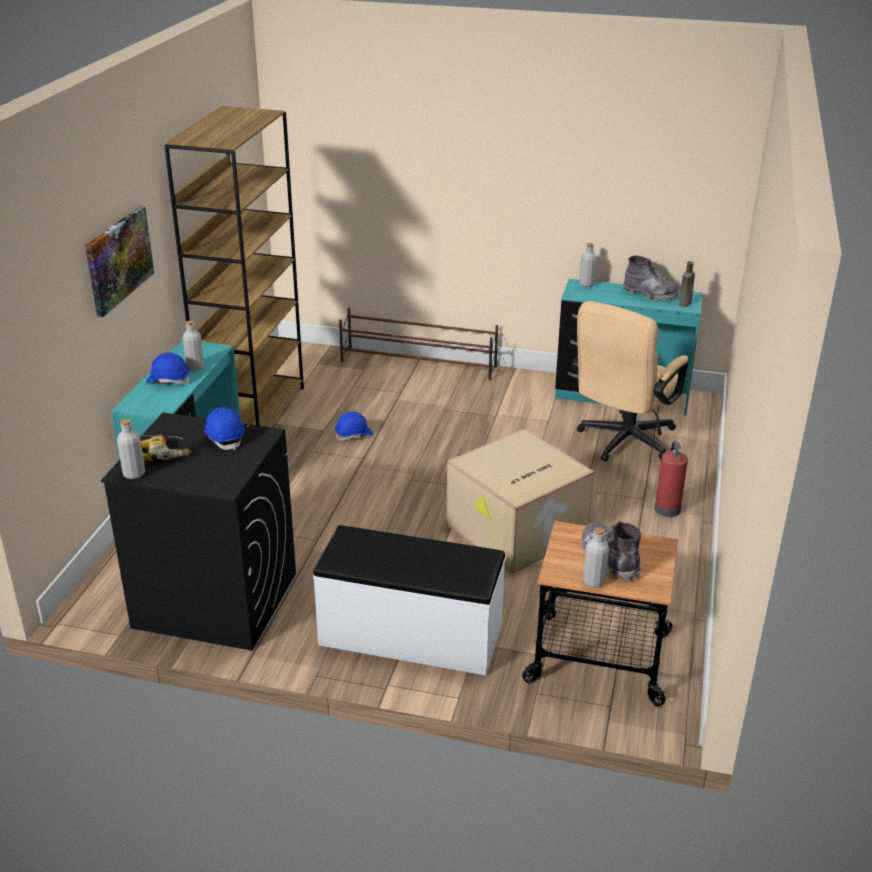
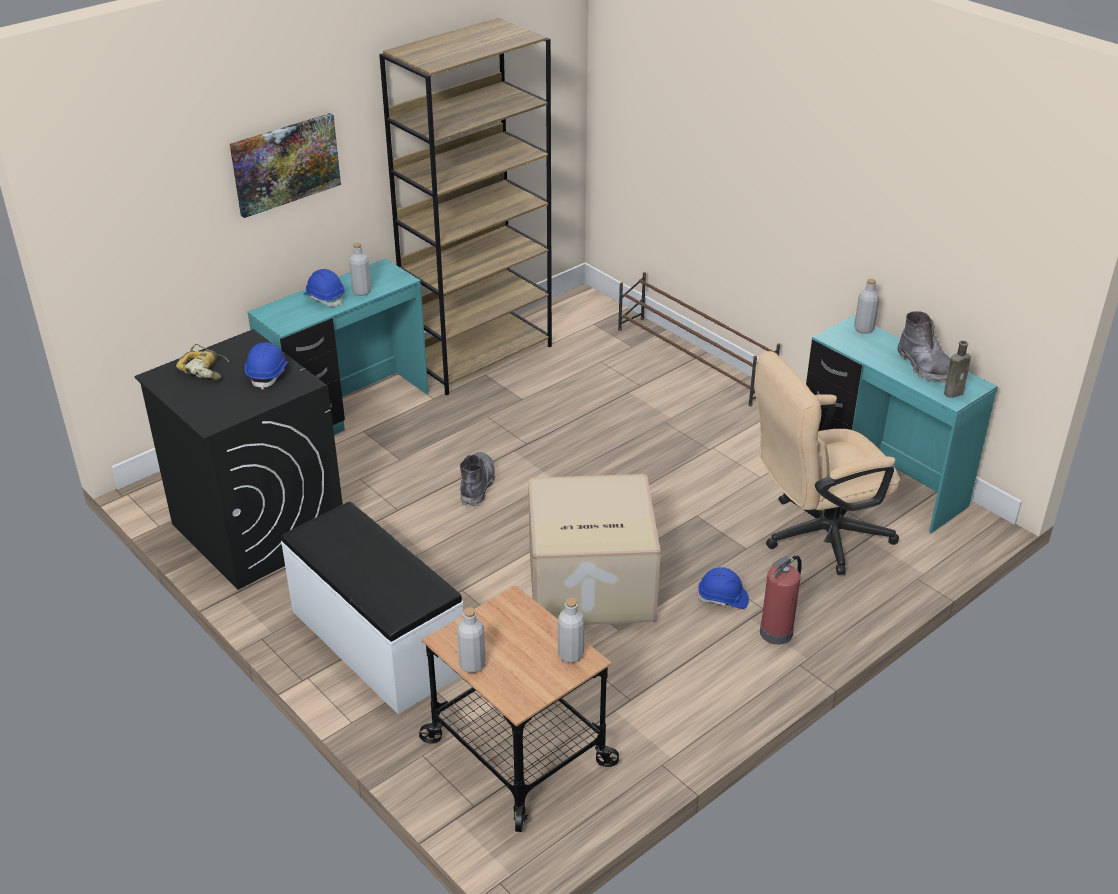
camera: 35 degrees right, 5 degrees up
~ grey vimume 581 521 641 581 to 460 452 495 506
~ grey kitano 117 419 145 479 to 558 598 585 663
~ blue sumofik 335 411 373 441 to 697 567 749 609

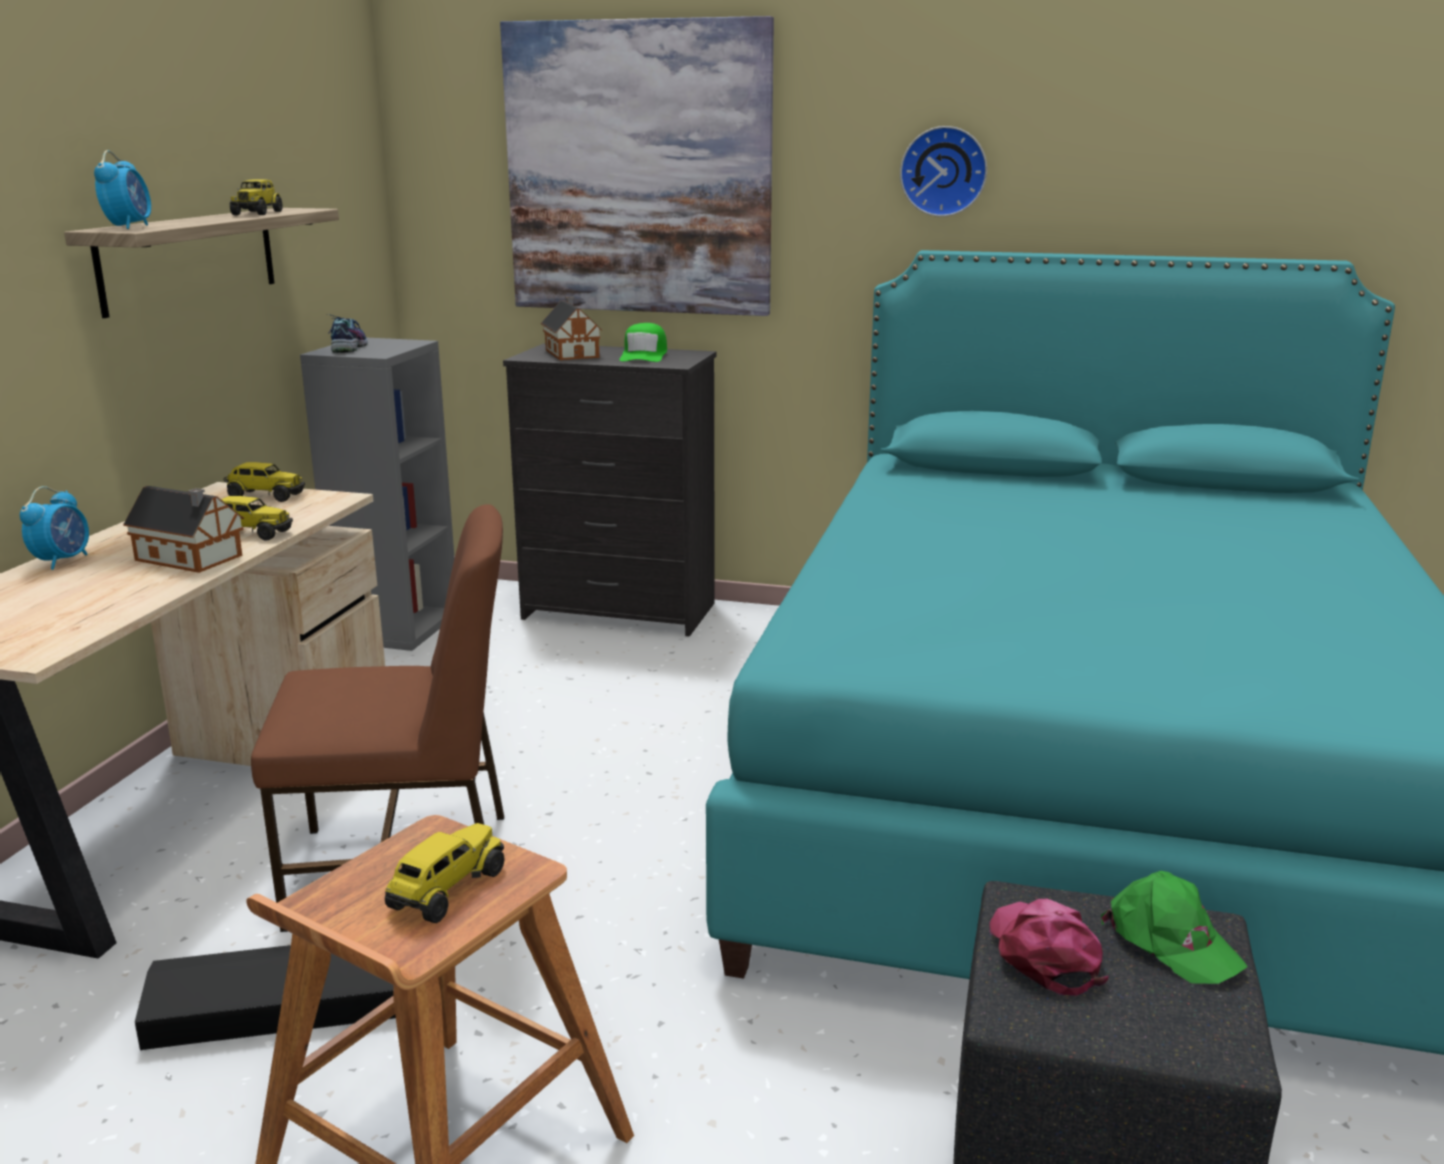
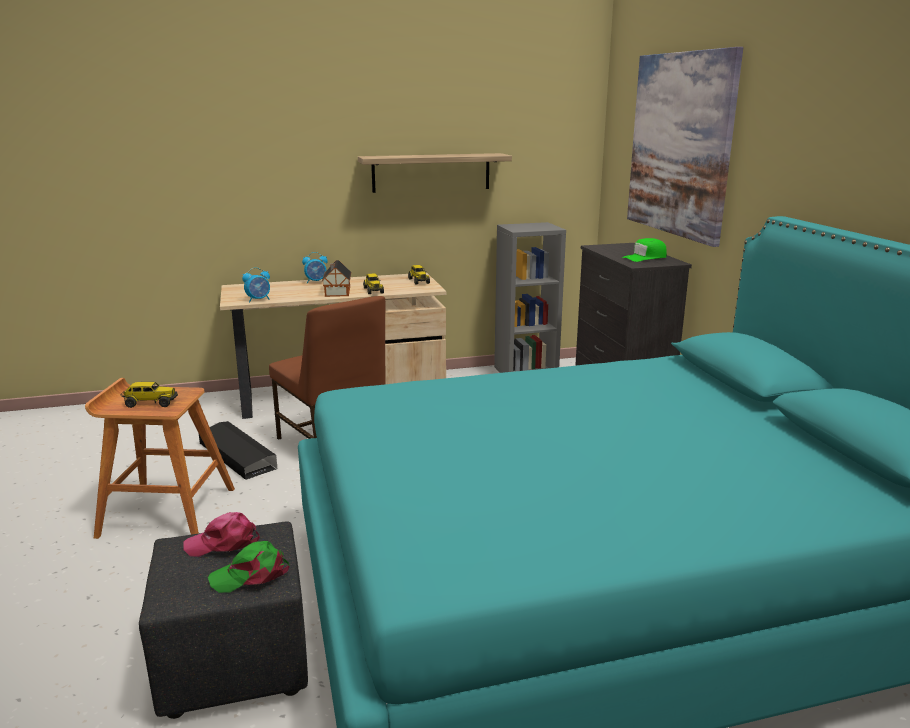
camera: 60 degrees right, 0 degrees up
~ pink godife 989 899 1109 996 = 183 512 260 557 150 degrees counterclockwise
~ green godife 1101 871 1248 984 = 208 541 290 593 45 degrees clockwise
~ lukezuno 94 150 151 229 to 242 267 270 302
- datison 230 179 283 215
- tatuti 328 314 368 353
- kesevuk 541 296 602 360
- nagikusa 900 126 987 217

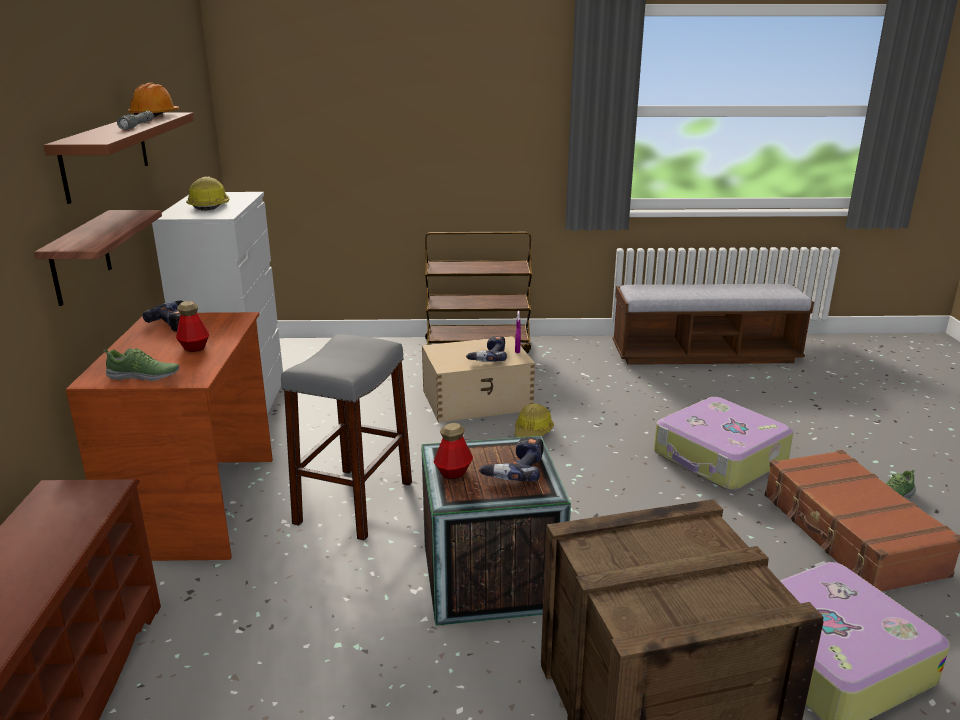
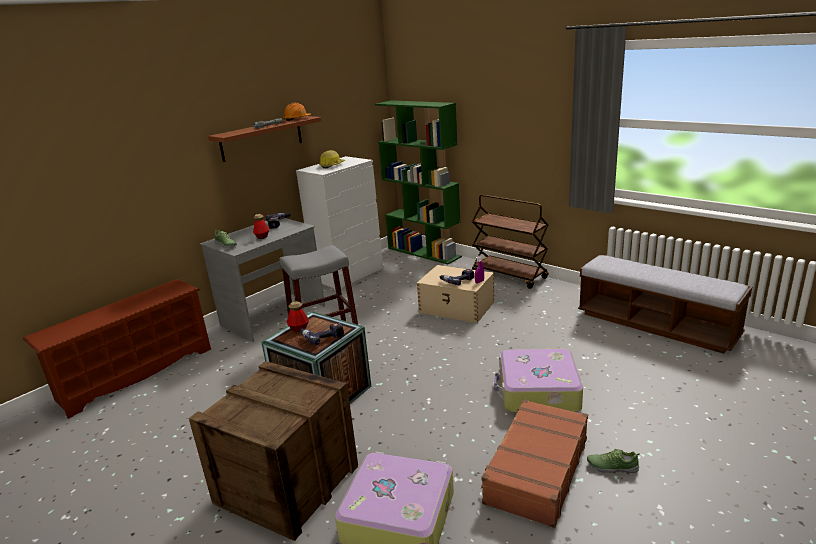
camera: 45 degrees right, 0 degrees up
~ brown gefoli 66 312 273 561 to grey gefoli 200 218 325 342
+ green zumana 375 100 462 264
- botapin 34 210 162 306
- sumofik 515 403 554 437

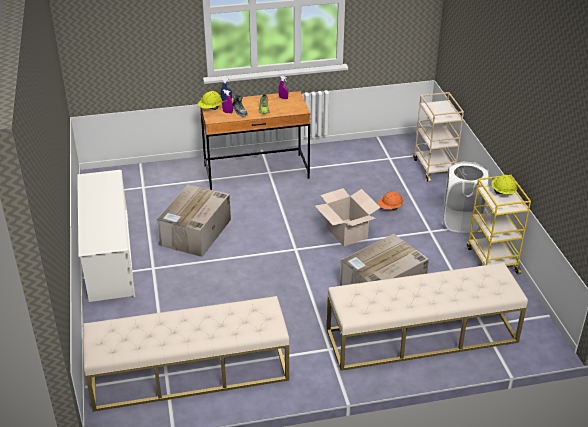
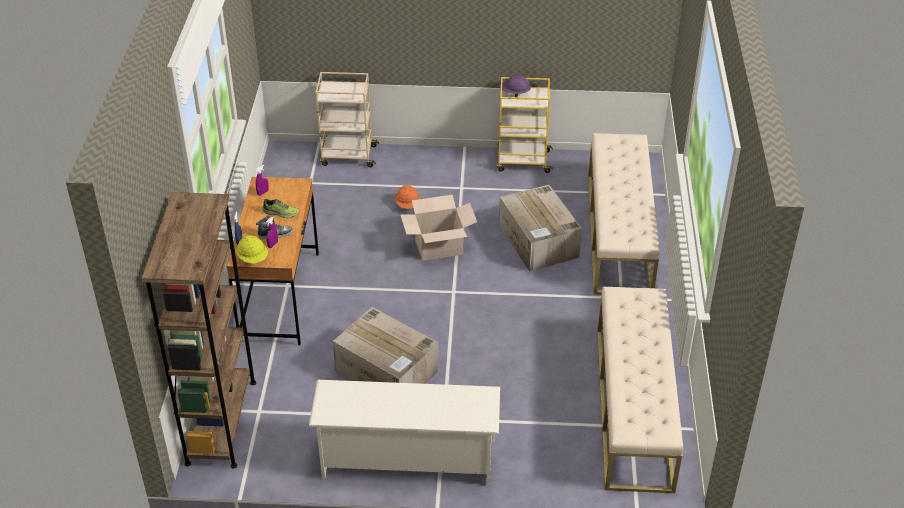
camera: 75 degrees left, 5 degrees up
+ brown zumana 141 192 256 468
~ yellow sumofik 492 175 517 194 to purple sumofik 500 75 531 97
- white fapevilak 443 161 489 233

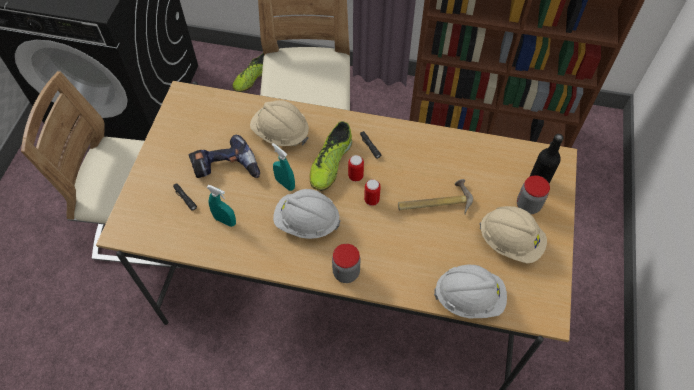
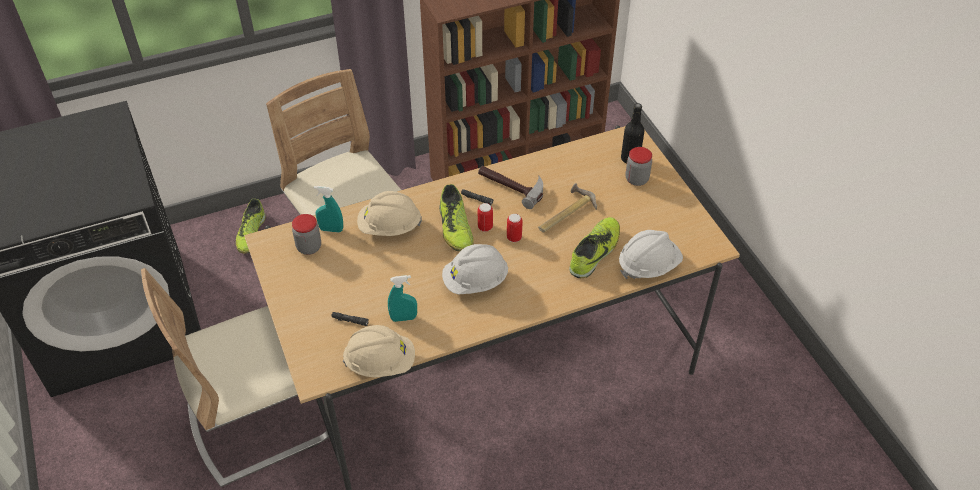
camera: 35 degrees left, 10 degrees down
~ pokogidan 332 244 360 283 to 292 214 321 255
~ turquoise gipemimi 272 143 295 191 to 314 186 343 232
~ beige sumofik 479 206 547 263 to 343 325 415 377
+ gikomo 478 166 543 209
+ tatuti 569 217 620 278
- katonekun 189 135 260 178

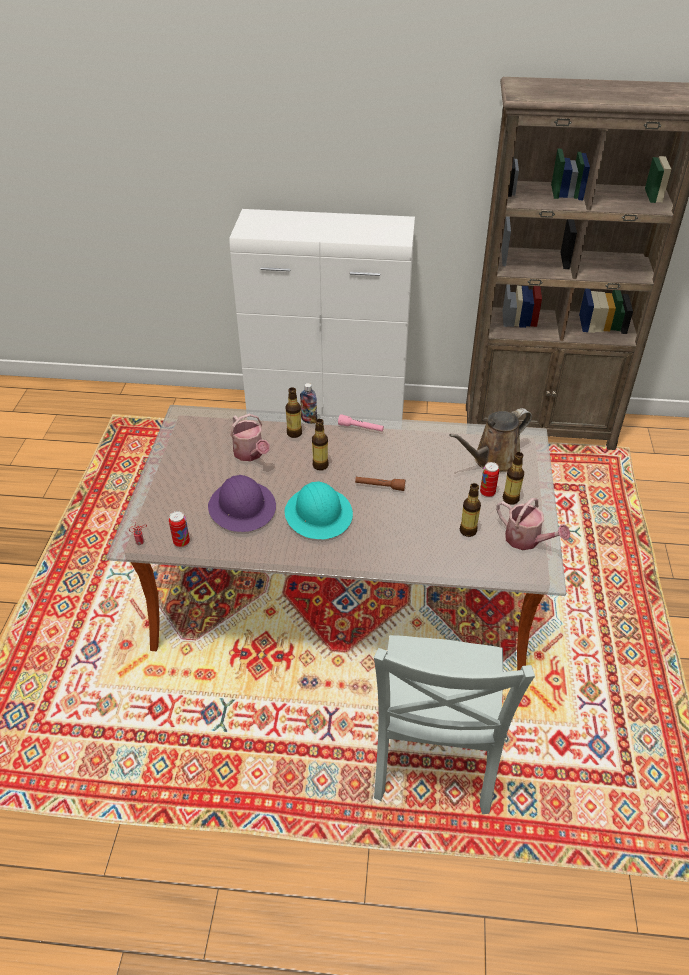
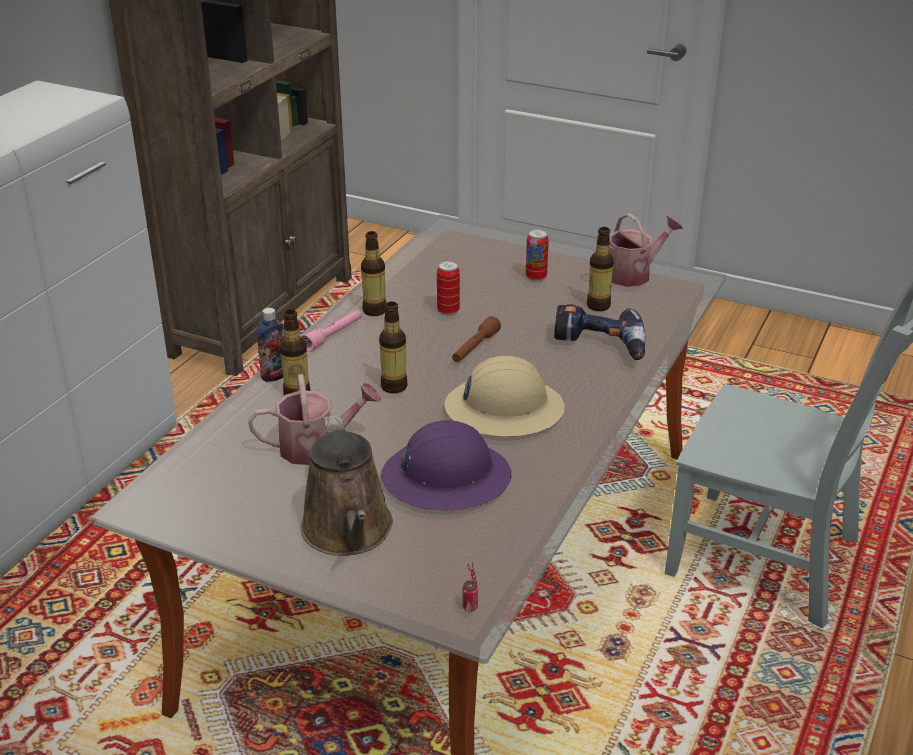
camera: 70 degrees left, 10 degrees down
~ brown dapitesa 449 408 532 473 to 300 415 393 556
~ kitano 503 452 524 505 to 361 231 386 316
~ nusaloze 169 511 190 547 to 437 261 460 315
~ turquoise sumofik 285 481 353 539 to beige sumofik 444 356 565 437
+ katonekun 554 304 646 360

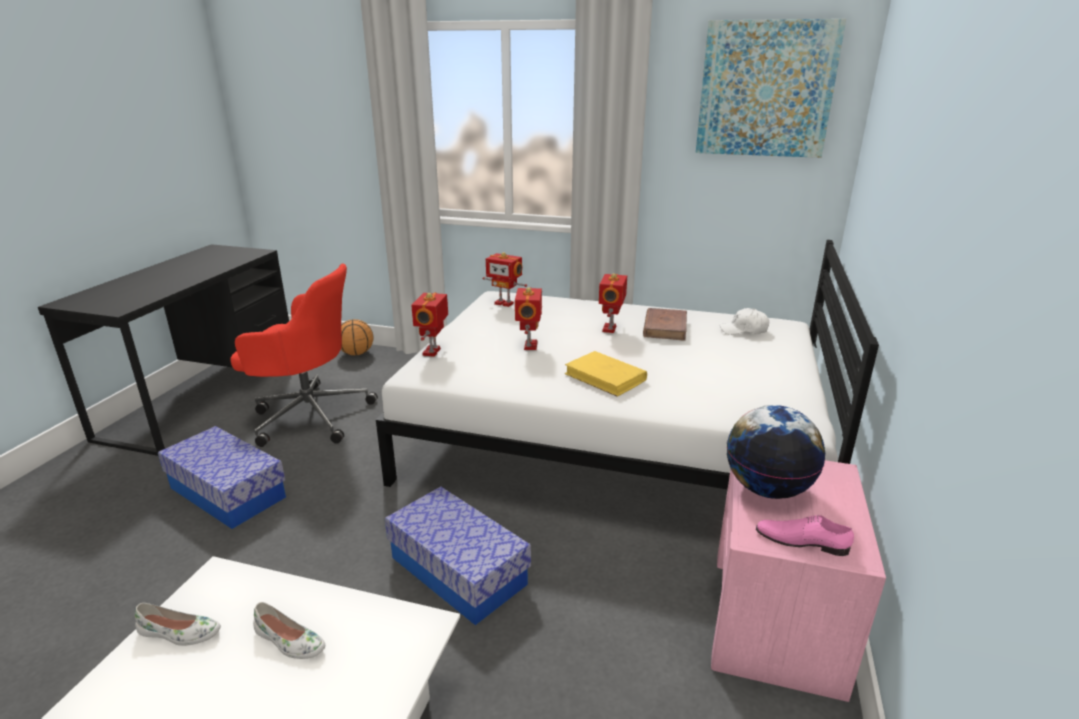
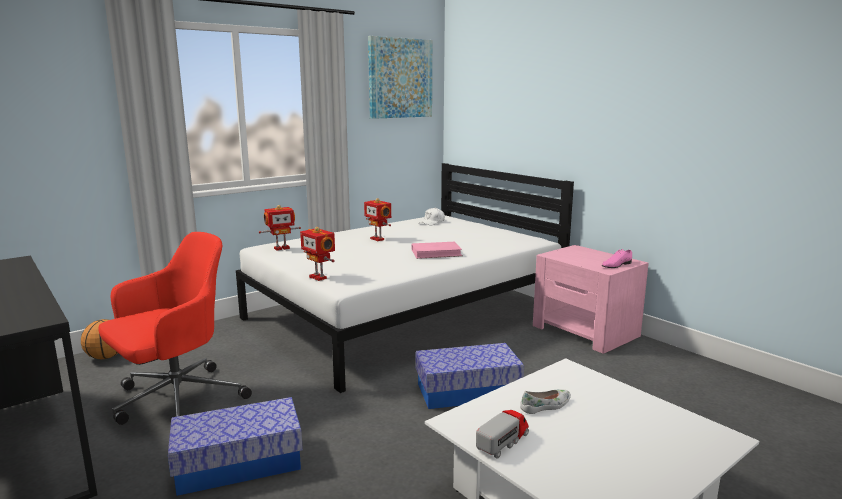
camera: 55 degrees left, 10 degrees down
~ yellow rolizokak 565 351 647 397 to pink rolizokak 411 242 463 259
~ white tatuti 135 603 221 646 to datison 476 410 529 459
- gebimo 515 287 542 350
- brown rolizokak 643 308 687 341
- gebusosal 727 405 825 499

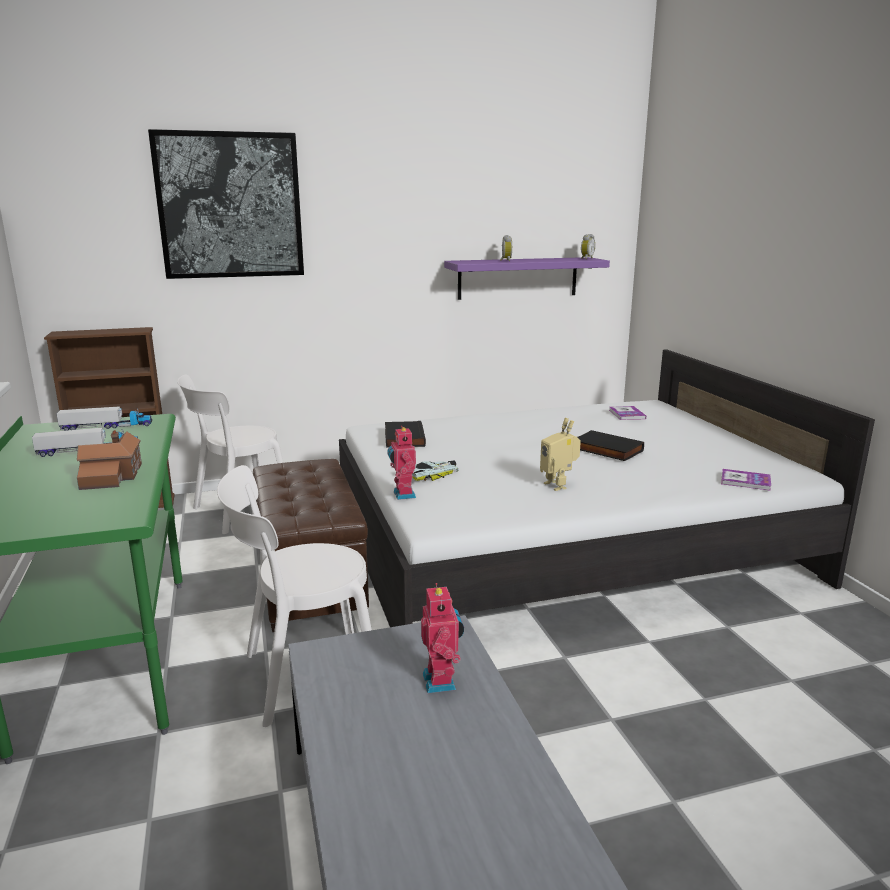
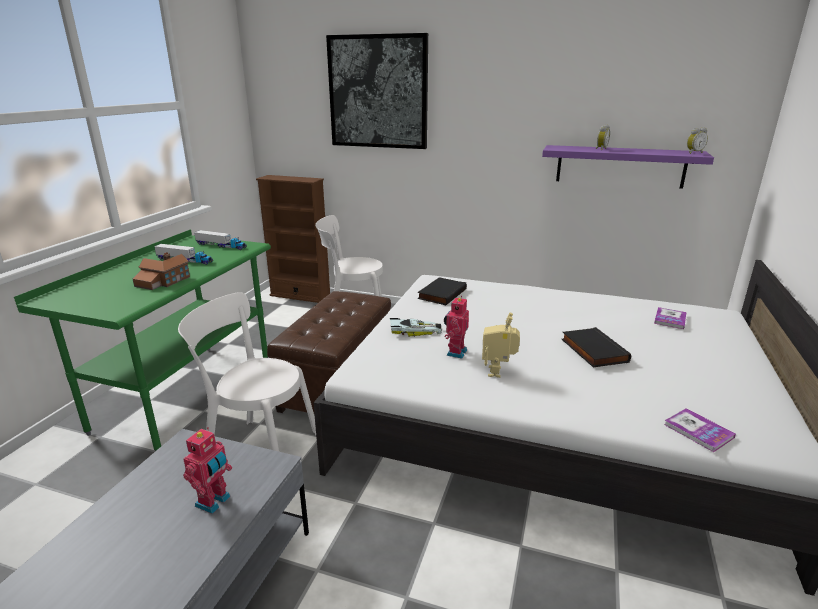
camera: 35 degrees right, 5 degrees up
~ gebimo 387 426 416 500 to 444 296 469 358

